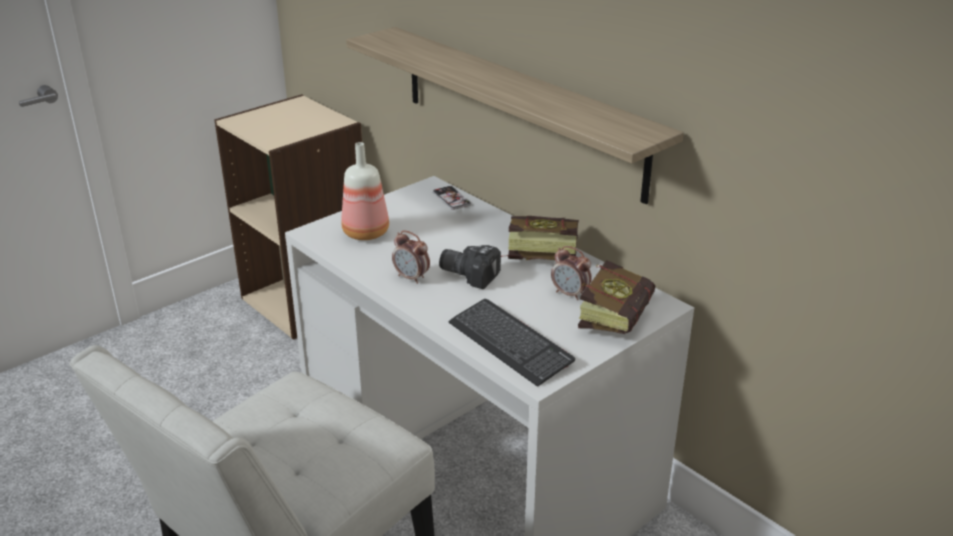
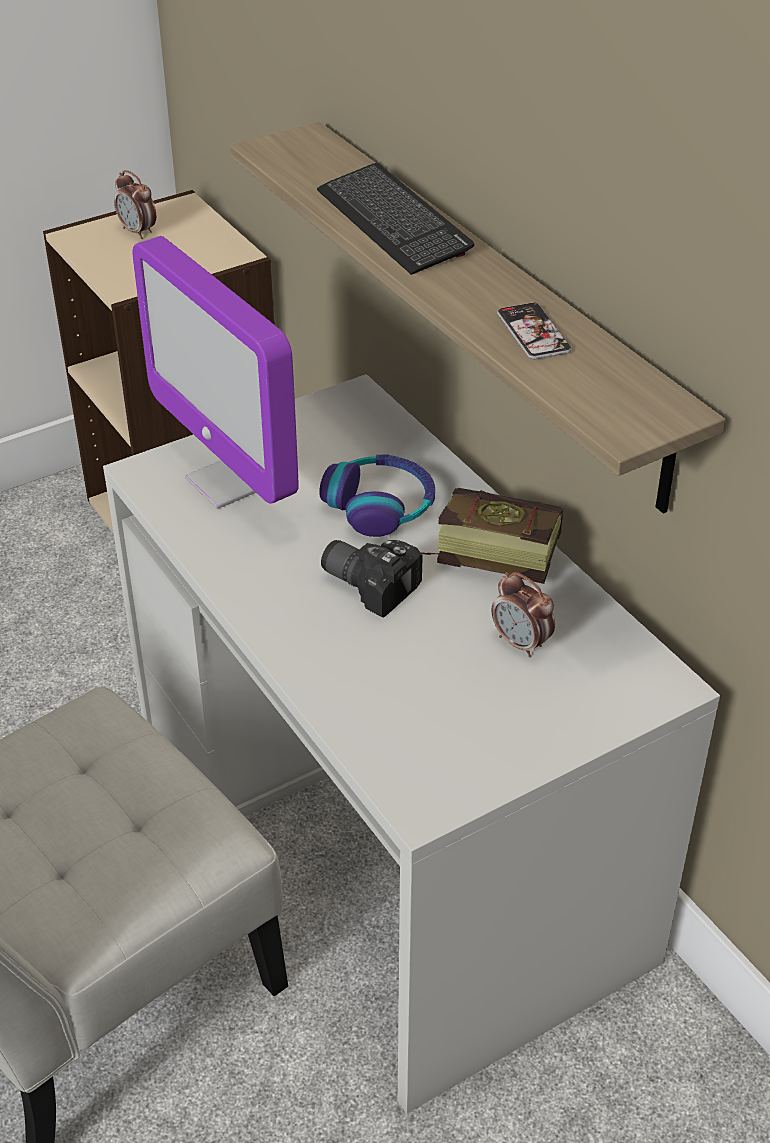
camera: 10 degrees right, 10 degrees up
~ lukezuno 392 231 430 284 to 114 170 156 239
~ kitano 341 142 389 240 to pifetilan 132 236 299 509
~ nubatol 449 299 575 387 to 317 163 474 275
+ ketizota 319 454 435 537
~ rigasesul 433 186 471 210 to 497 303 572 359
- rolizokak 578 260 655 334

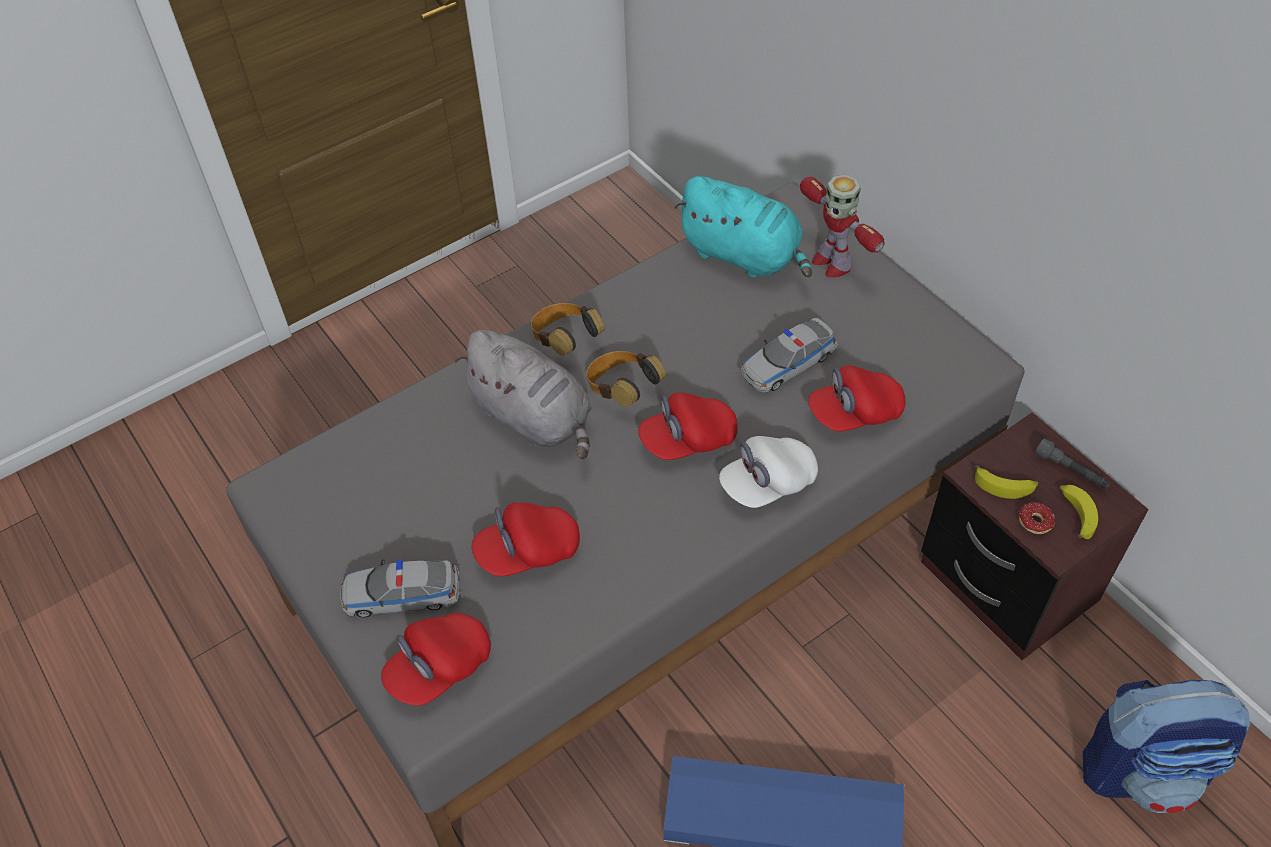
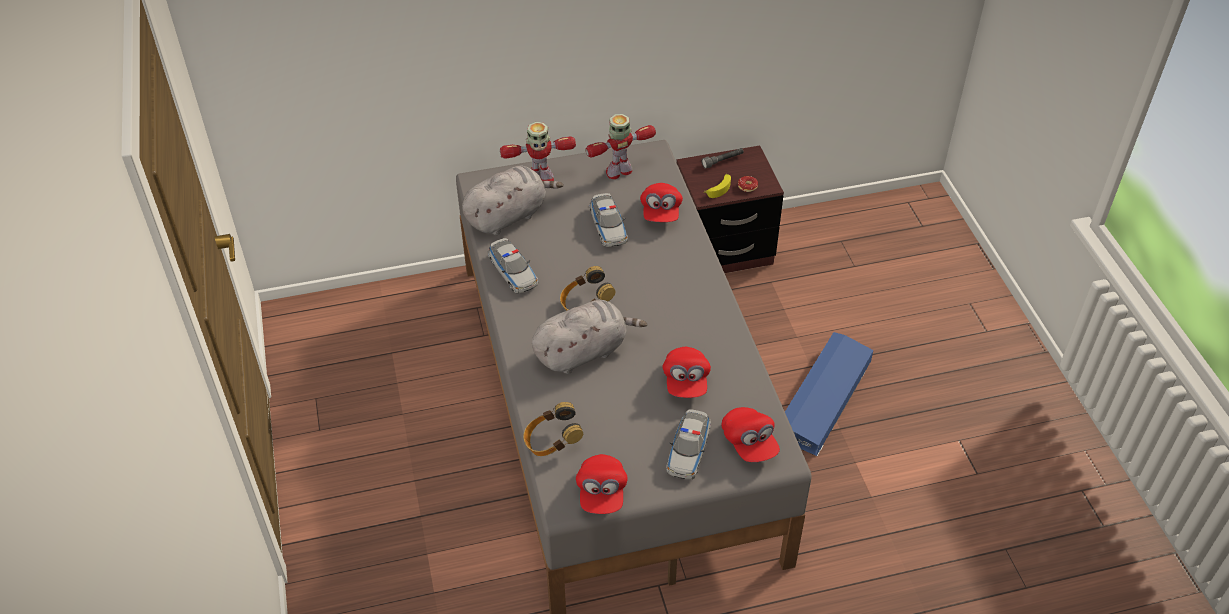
camera: 70 degrees left, 5 degrees down
~ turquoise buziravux 674 176 812 278 to grey buziravux 462 166 564 235
+ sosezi 488 238 538 293
~ ketizota 531 303 605 355 to 523 402 583 456
~ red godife 638 392 738 460 to 576 454 628 514
+ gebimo 585 114 656 179
- white godife 719 436 818 508
- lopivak 1060 485 1098 539
- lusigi 1083 680 1250 813

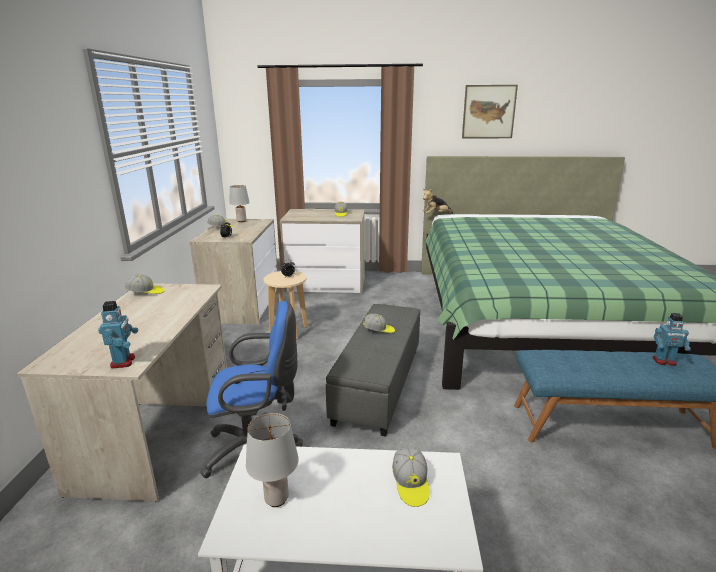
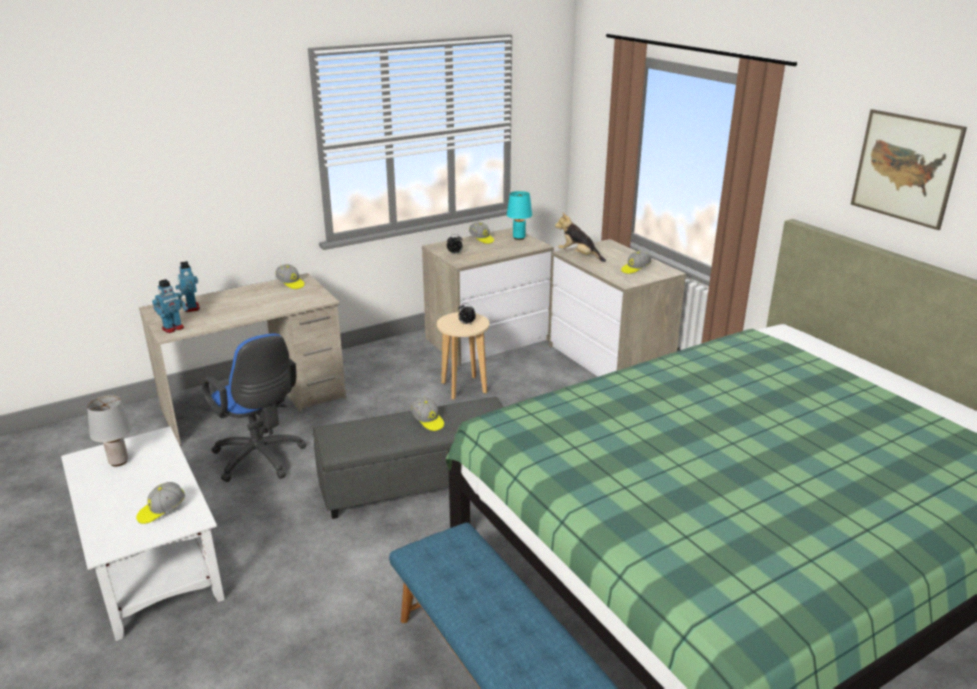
camera: 55 degrees right, 5 degrees up
~ gebimo 652 313 691 366 to 175 261 200 312
~ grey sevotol 229 185 250 222 to turquoise sevotol 507 191 532 240
~ buziravux 423 189 453 214 to 555 212 606 262

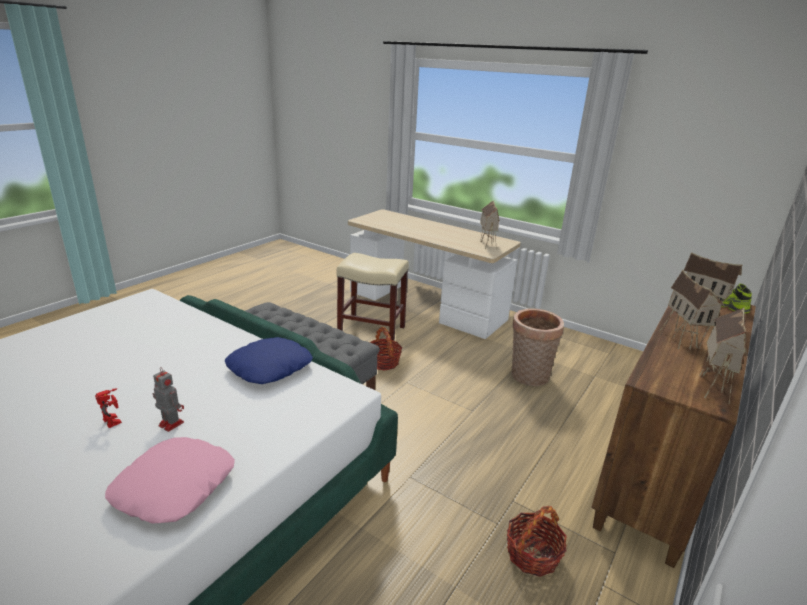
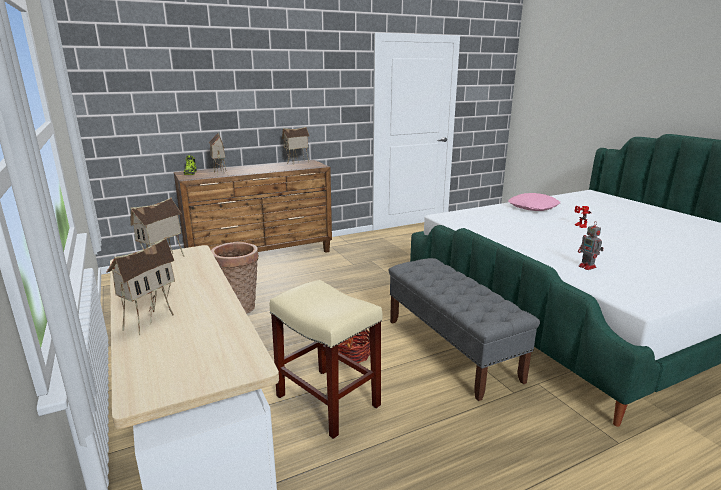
camera: 150 degrees left, 5 degrees down
~ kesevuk 659 270 725 352 to 106 237 175 335
~ gebimo 153 367 184 432 to 578 222 604 270
- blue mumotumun 225 337 313 384
- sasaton 507 506 567 577

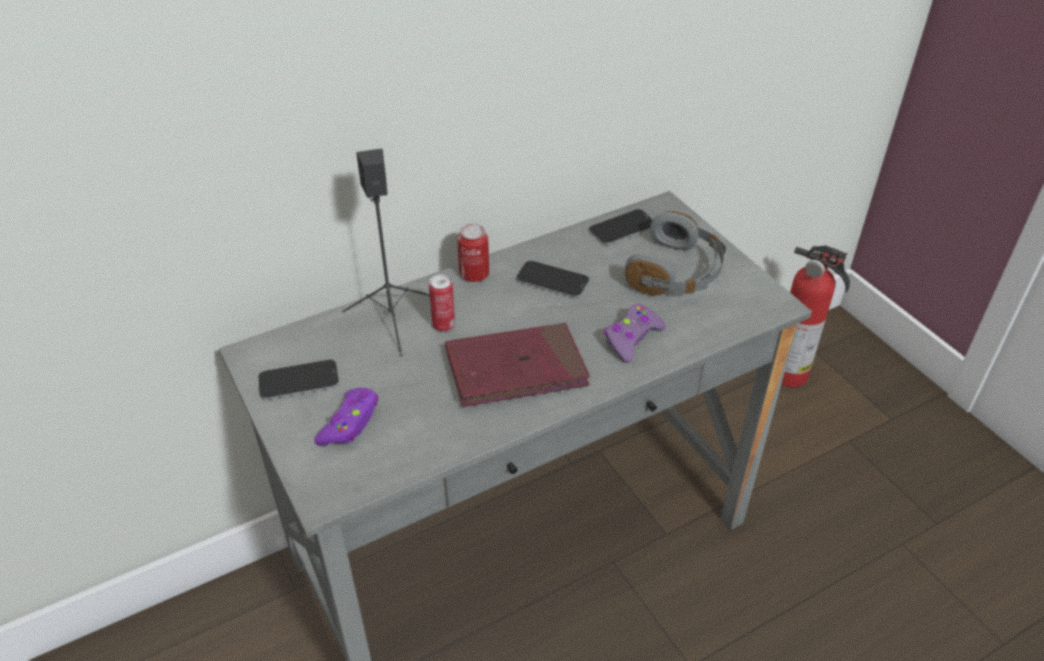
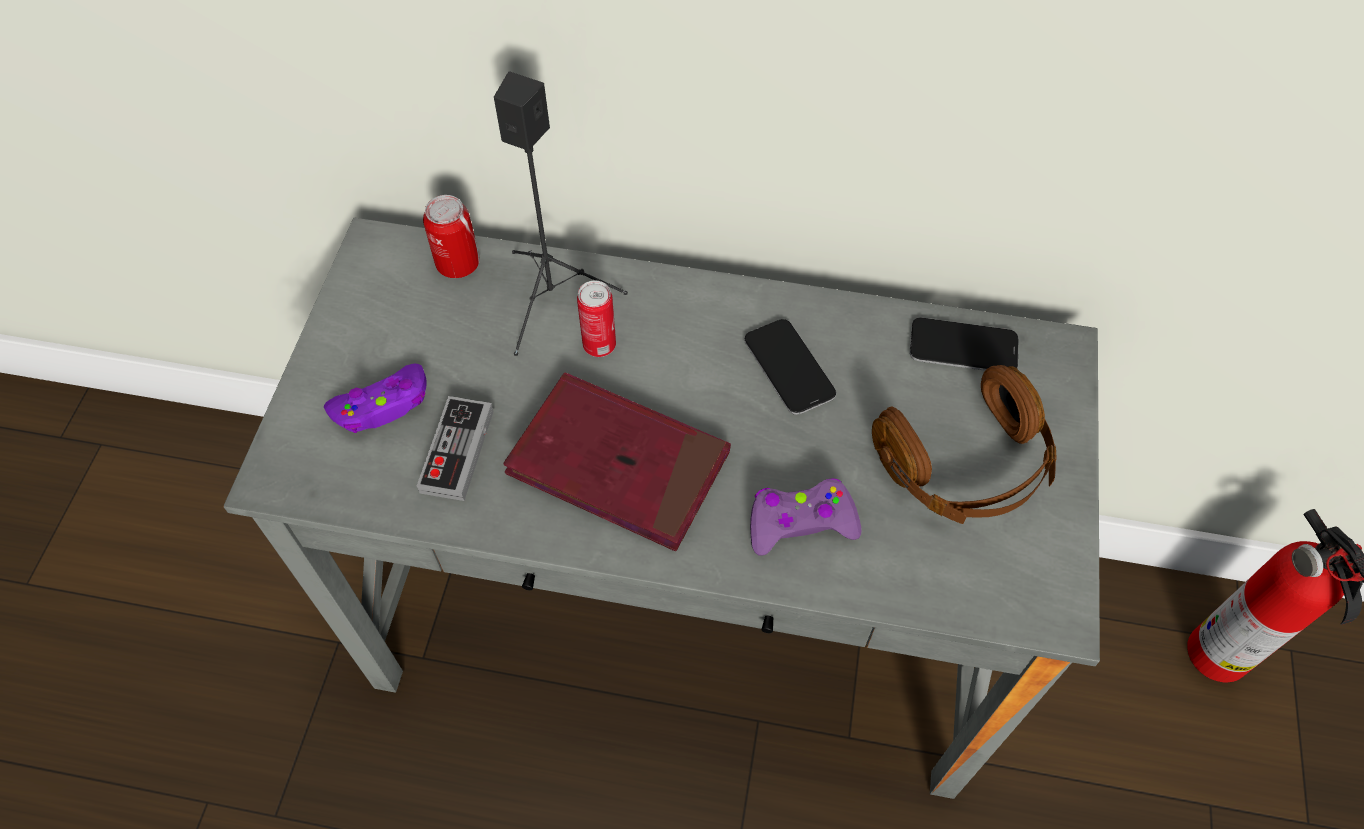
camera: 40 degrees right, 15 degrees up
+ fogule 417 396 494 501
~ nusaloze 457 223 489 282 to 423 195 480 278
~ grey ketizota 625 211 726 296 to brown ketizota 872 365 1057 524
- rigasesul 258 360 339 400

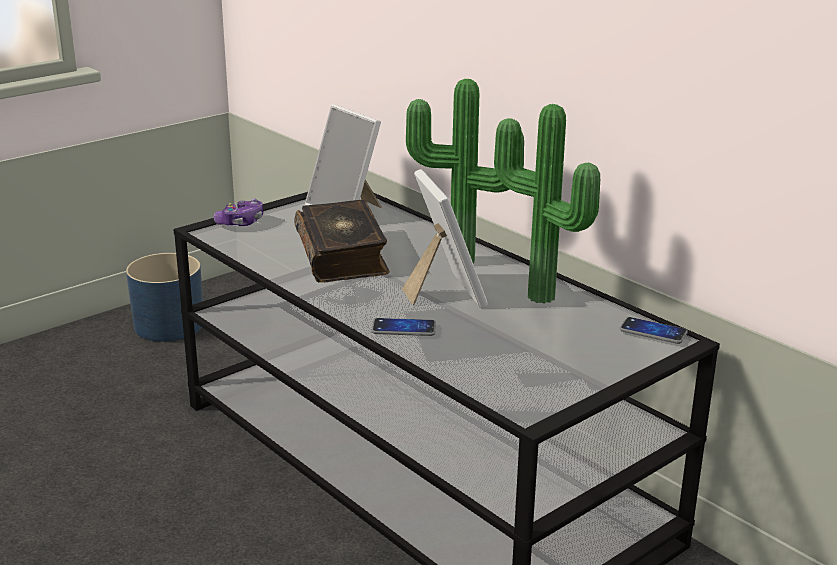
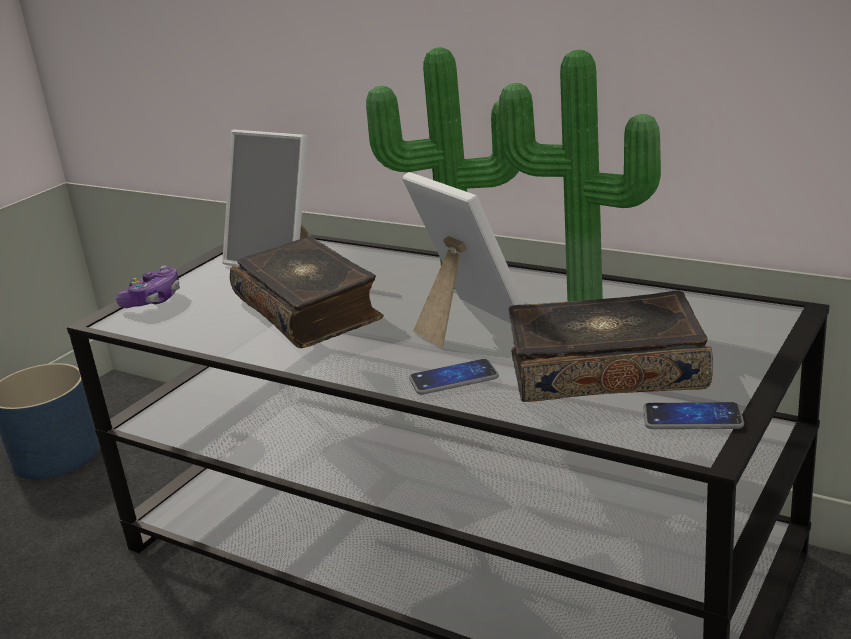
camera: 15 degrees left, 0 degrees up
+ rolizokak 509 290 713 402
~ rigasesul 619 317 688 344 to 644 402 744 429

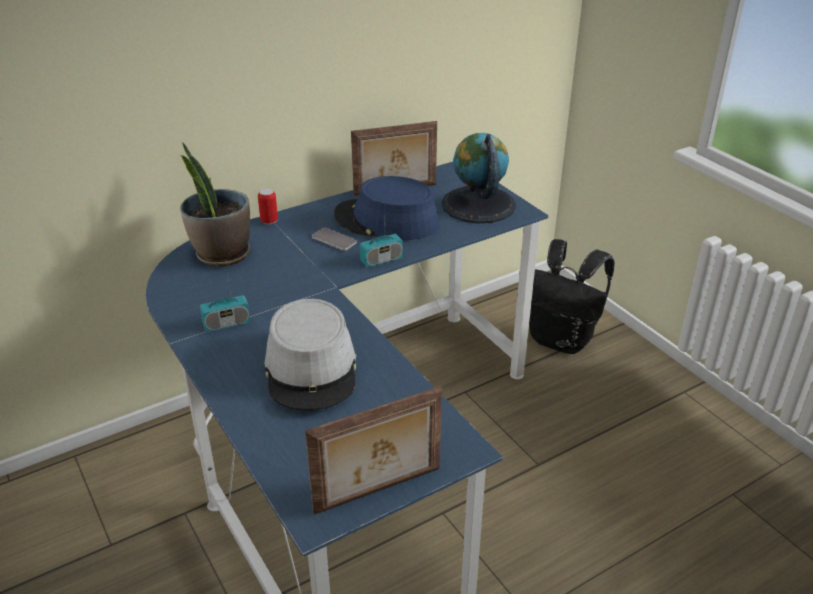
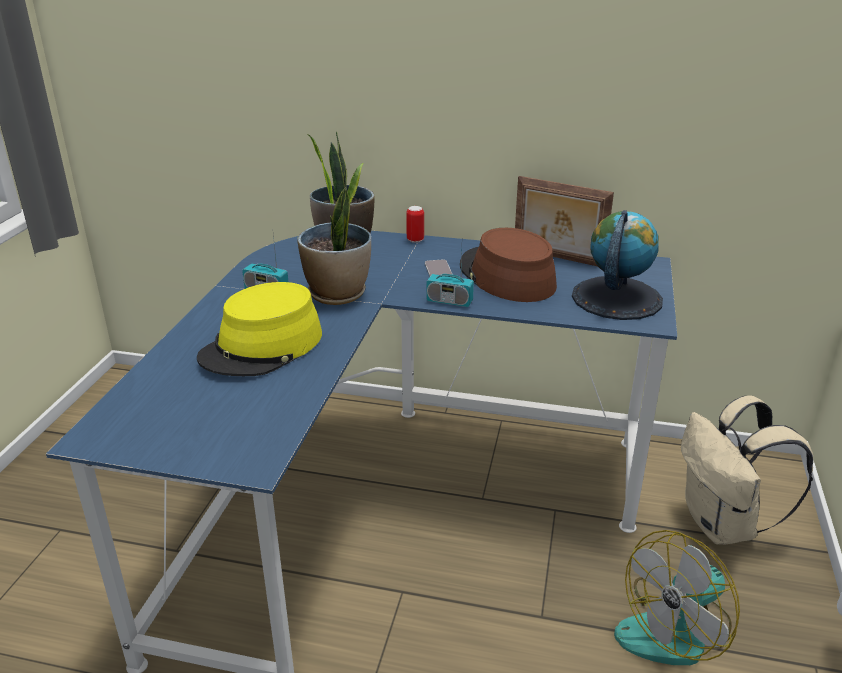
camera: 45 degrees right, 5 degrees down
~ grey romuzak 264 299 356 411 to yellow romuzak 197 282 322 376
+ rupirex 297 163 371 305
~ blue romuzak 334 176 439 240 to brown romuzak 460 228 557 302
+ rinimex 614 530 740 665
~ black lusigi 529 239 615 354 to beige lusigi 681 395 813 545
- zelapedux 305 386 442 515

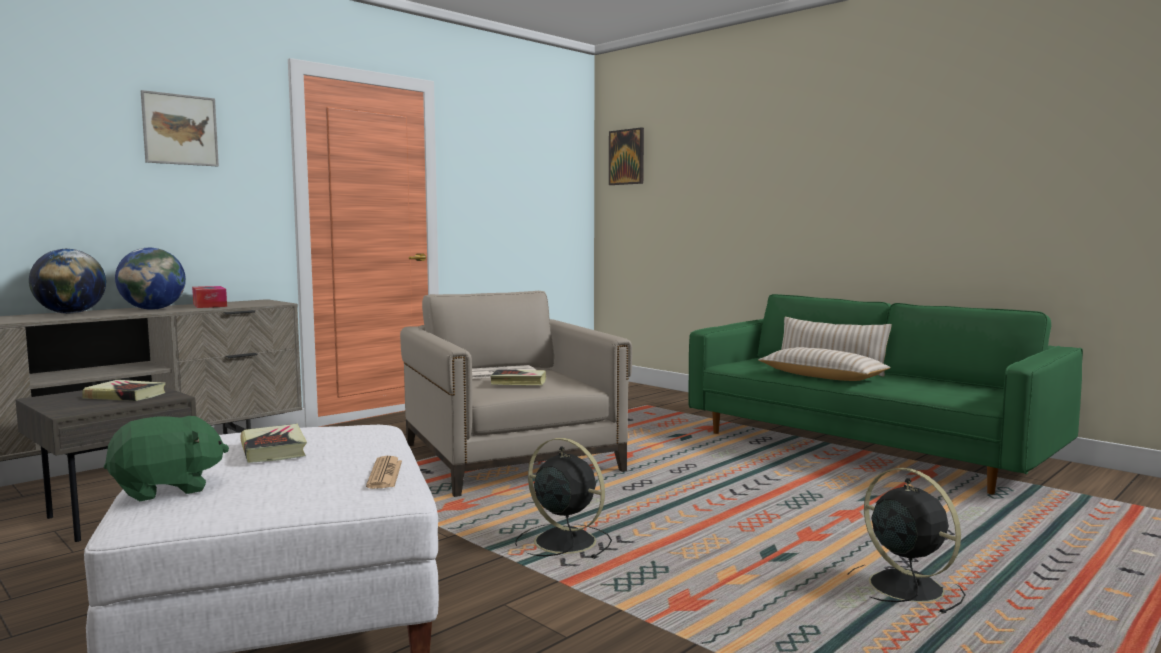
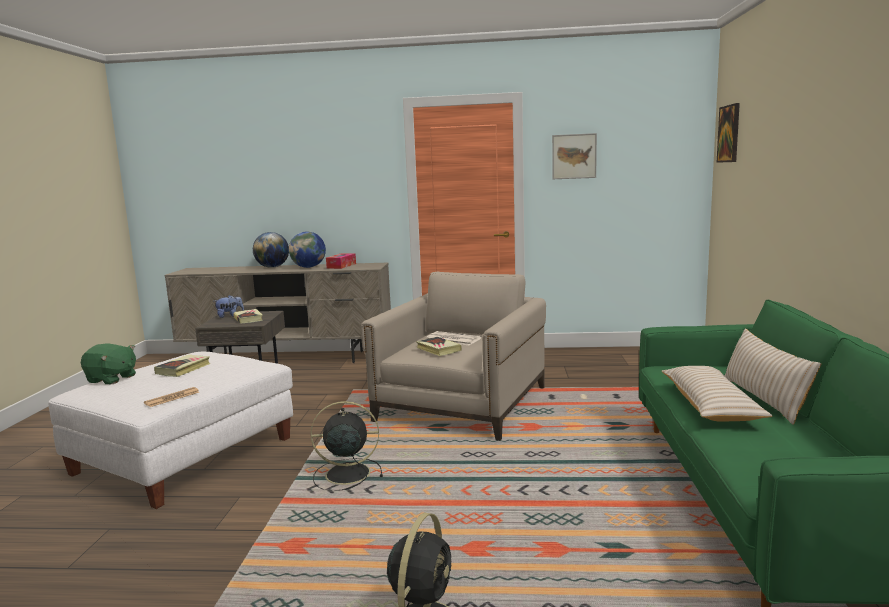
camera: 50 degrees right, 5 degrees up
+ buziravux 215 295 244 318
~ black rinimex 515 438 612 559 = 310 401 383 491 90 degrees counterclockwise
~ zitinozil 141 90 219 167 to 552 133 597 179

